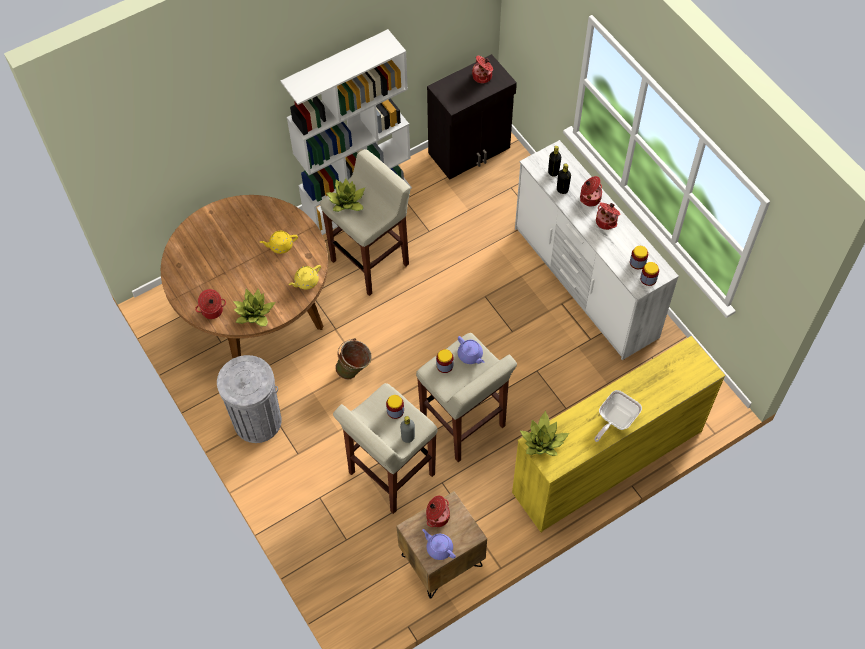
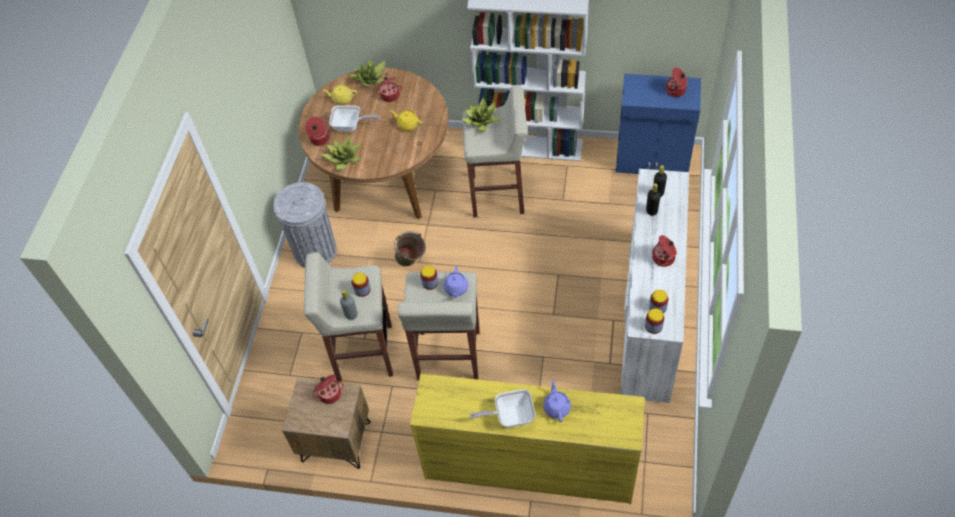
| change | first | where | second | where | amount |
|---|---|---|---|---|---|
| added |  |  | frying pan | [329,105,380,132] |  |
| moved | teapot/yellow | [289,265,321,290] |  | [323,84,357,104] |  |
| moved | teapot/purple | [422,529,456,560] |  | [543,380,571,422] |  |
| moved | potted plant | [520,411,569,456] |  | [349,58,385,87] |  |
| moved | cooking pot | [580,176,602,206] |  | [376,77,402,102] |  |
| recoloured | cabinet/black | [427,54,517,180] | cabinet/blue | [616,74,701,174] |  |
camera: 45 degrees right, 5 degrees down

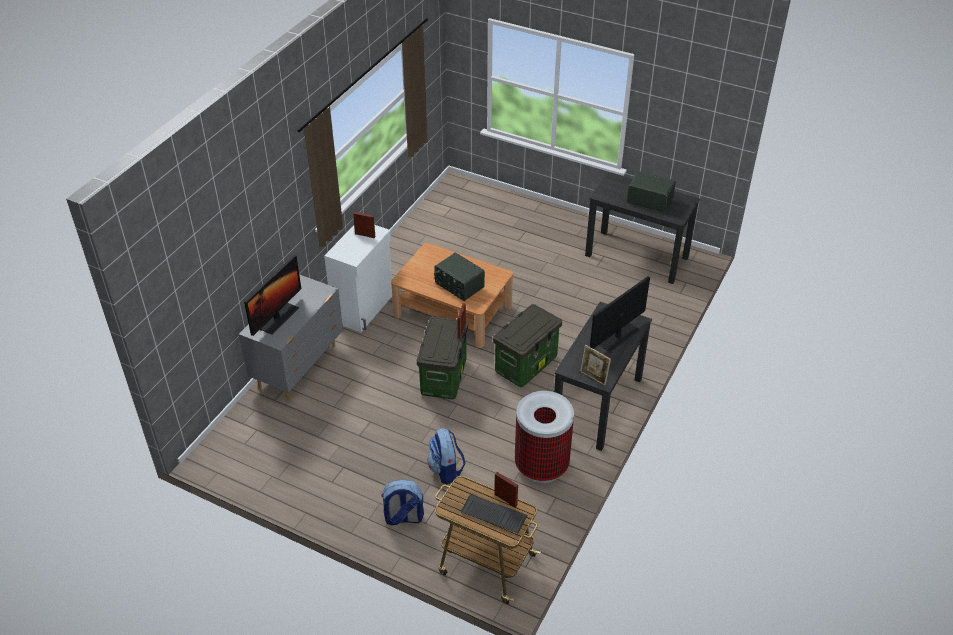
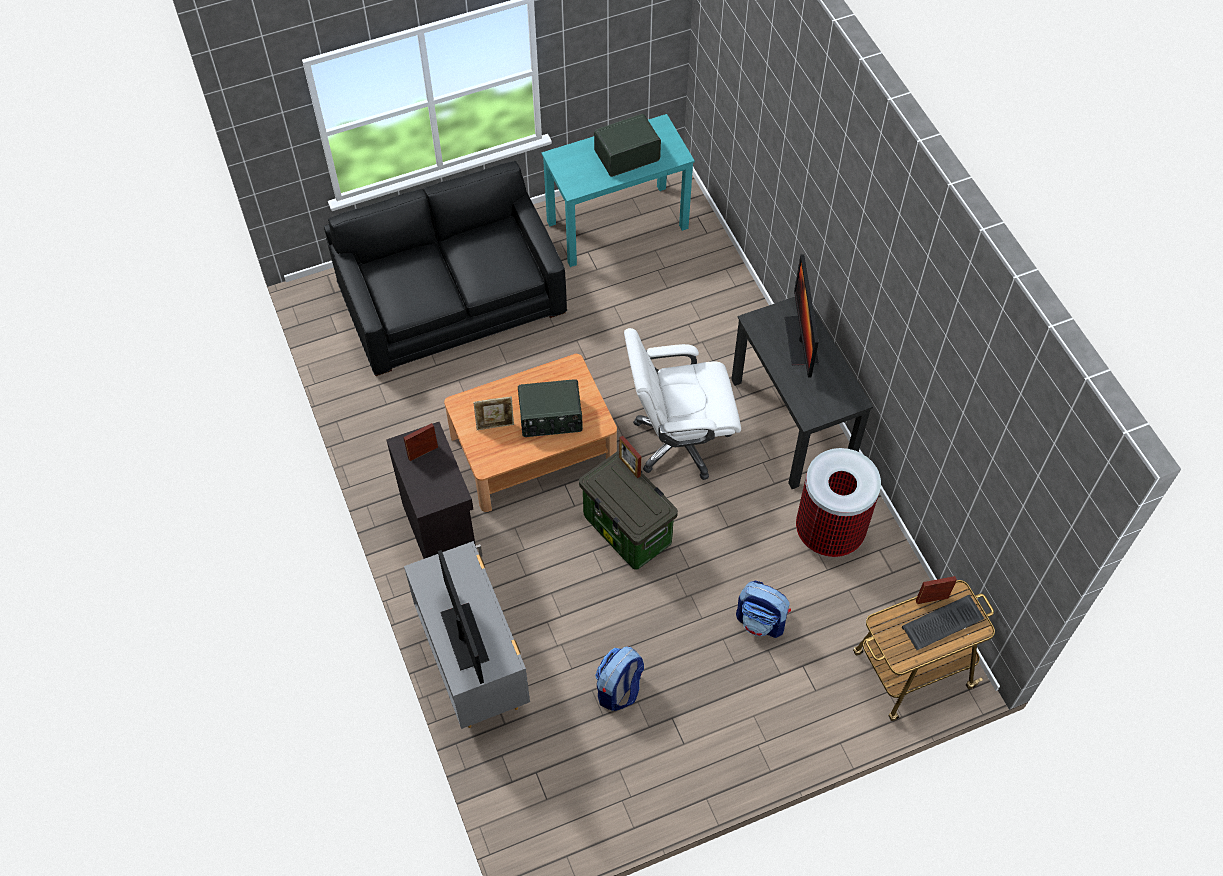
| change | first | where | second | where | amount |
|---|---|---|---|---|---|
| added |  |  | sofa/black | [324,161,567,376] |  |
| moved | backpack | [381,480,424,526] |  | [595,646,644,711] |  |
| moved | picture frame | [580,345,611,385] |  | [473,396,514,430] |  |
| replaced | storage box | [493,304,562,387] | office chair/white | [624,328,741,480] |  |
| recoloured | cabinet/white | [324,225,392,332] | cabinet/black | [386,422,482,559] |  |
| recoloured | desk/black | [585,172,700,284] | desk/turquoise | [542,114,695,267] |  |
camera: 50 degrees left, 15 degrees up

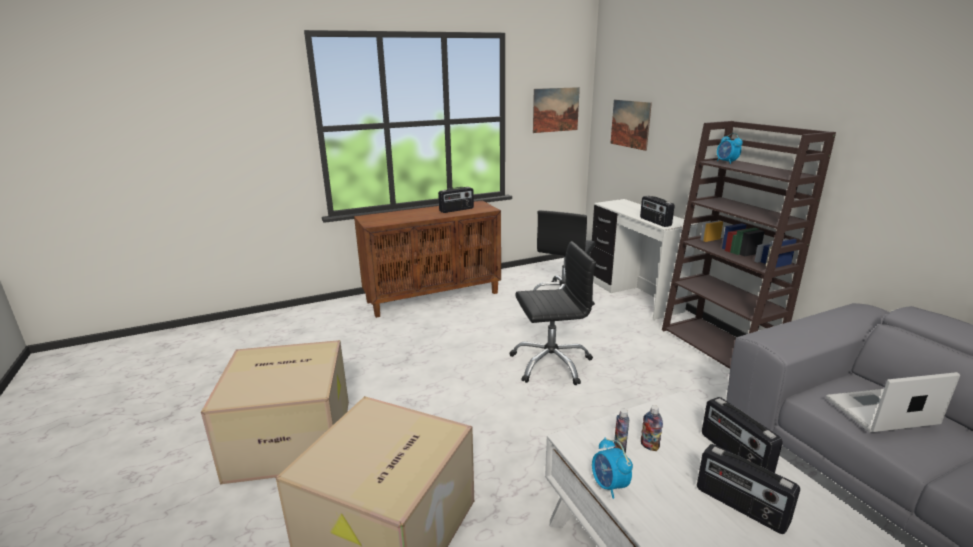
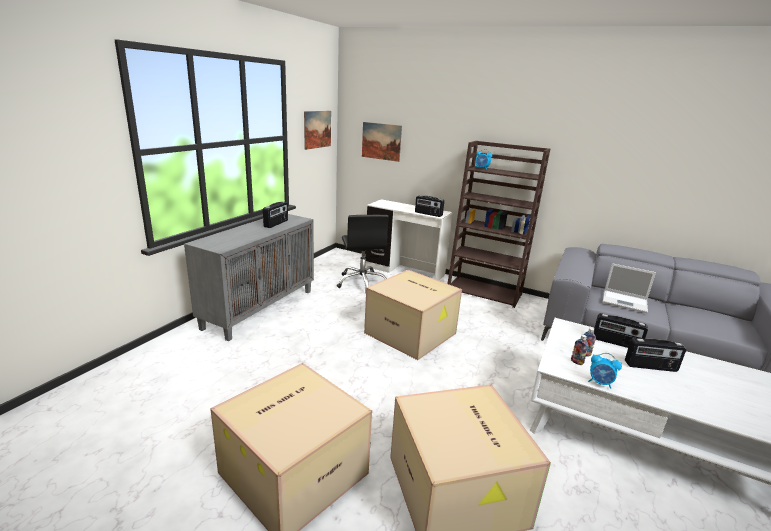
| change | first | where | second | where | amount |
|---|---|---|---|---|---|
| replaced | office chair/black | [509,241,596,385] | cardboard box | [364,270,462,360] |  |
| recoloured | cabinet/brown | [354,201,501,318] | cabinet/grey | [184,214,314,341] |  |
| turned | laptop | [826,372,960,433] |  | [603,263,656,313] | 105 degrees counterclockwise |
camera: 40 degrees left, 0 degrees up

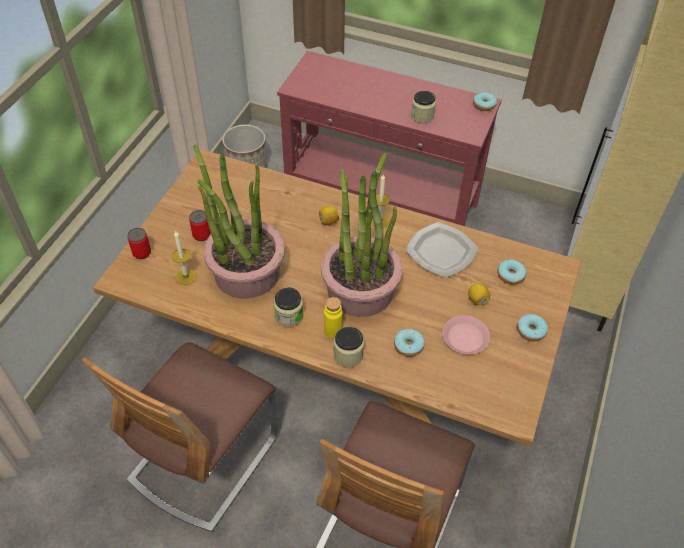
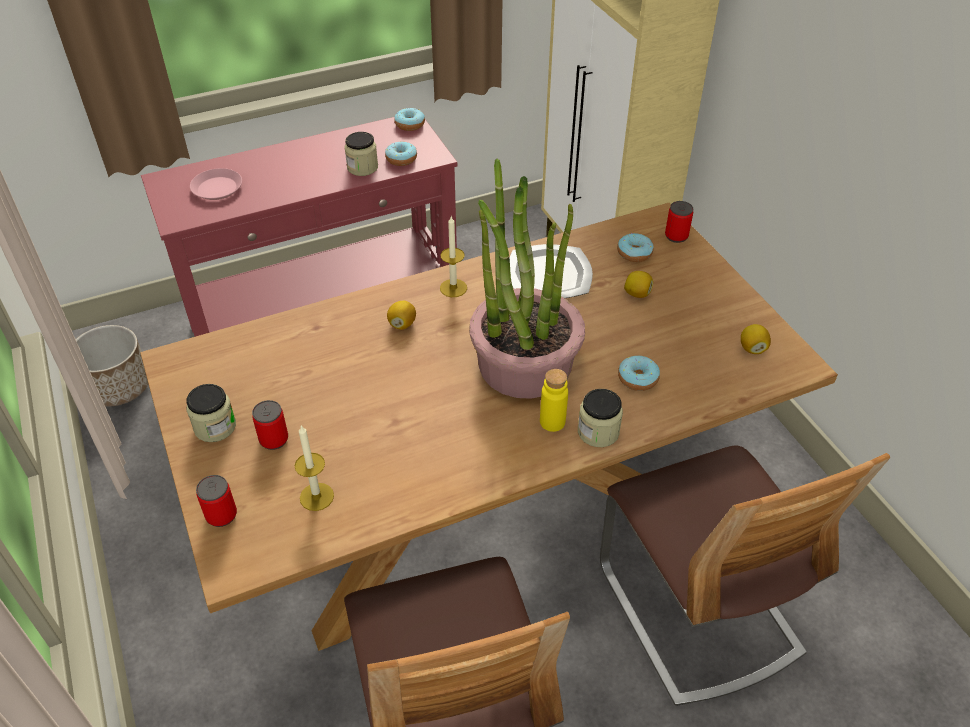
| change | first | where | second | where | amount |
|---|---|---|---|---|---|
| removed | potted plant | [193,145,285,299] |  |  |  |
| added |  |  | can | [665,201,693,243] |  |
| added |  |  | lemon | [741,324,771,354] |  |
| moved | jar | [274,288,303,327] |  | [186,384,236,442] |  |
| moved | plate/pink | [443,315,490,354] |  | [190,168,242,200] |  |
| moved | donut | [517,314,548,341] |  | [385,141,417,166] |  |
camera: 45 degrees left, 5 degrees down

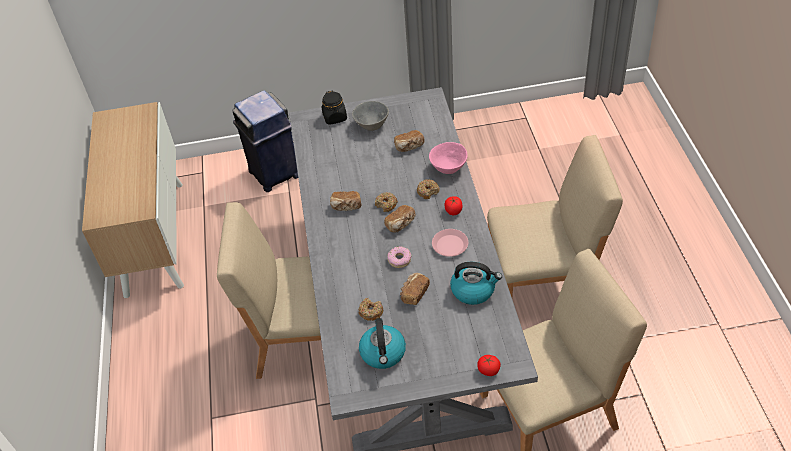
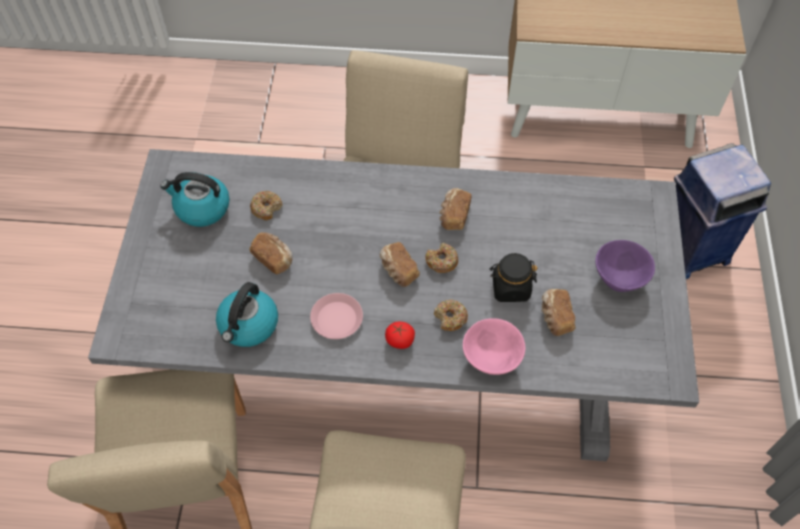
| change | first | where | second | where | amount |
|---|---|---|---|---|---|
| removed | donut | [387,246,411,268] |  |  |  |
| removed | tomato | [477,355,501,376] |  |  |  |
| moved | jar/black | [322,91,347,125] |  | [490,253,537,302] |  |
| recoloured | bowl/grey | [352,101,389,131] | bowl/purple | [595,240,655,292] |  |
camera: 100 degrees right, 10 degrees up

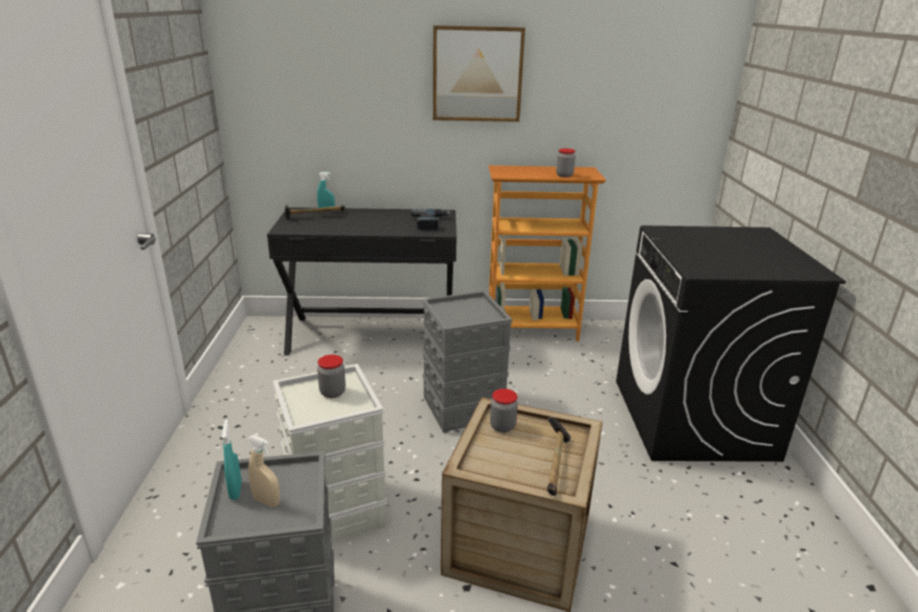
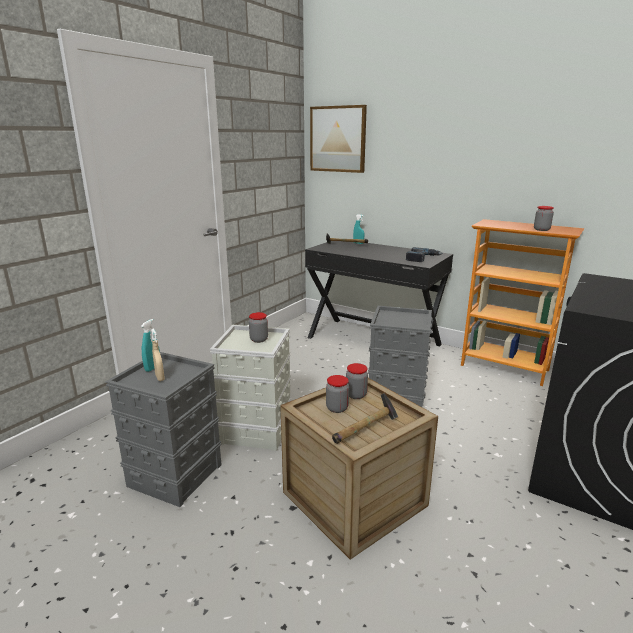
| change | first | where | second | where | amount |
|---|---|---|---|---|---|
| added |  |  | jar | [326,375,349,413] |  |
| moved | picture | [433,25,525,122] |  | [310,105,367,173] |  |
camera: 35 degrees right, 5 degrees down

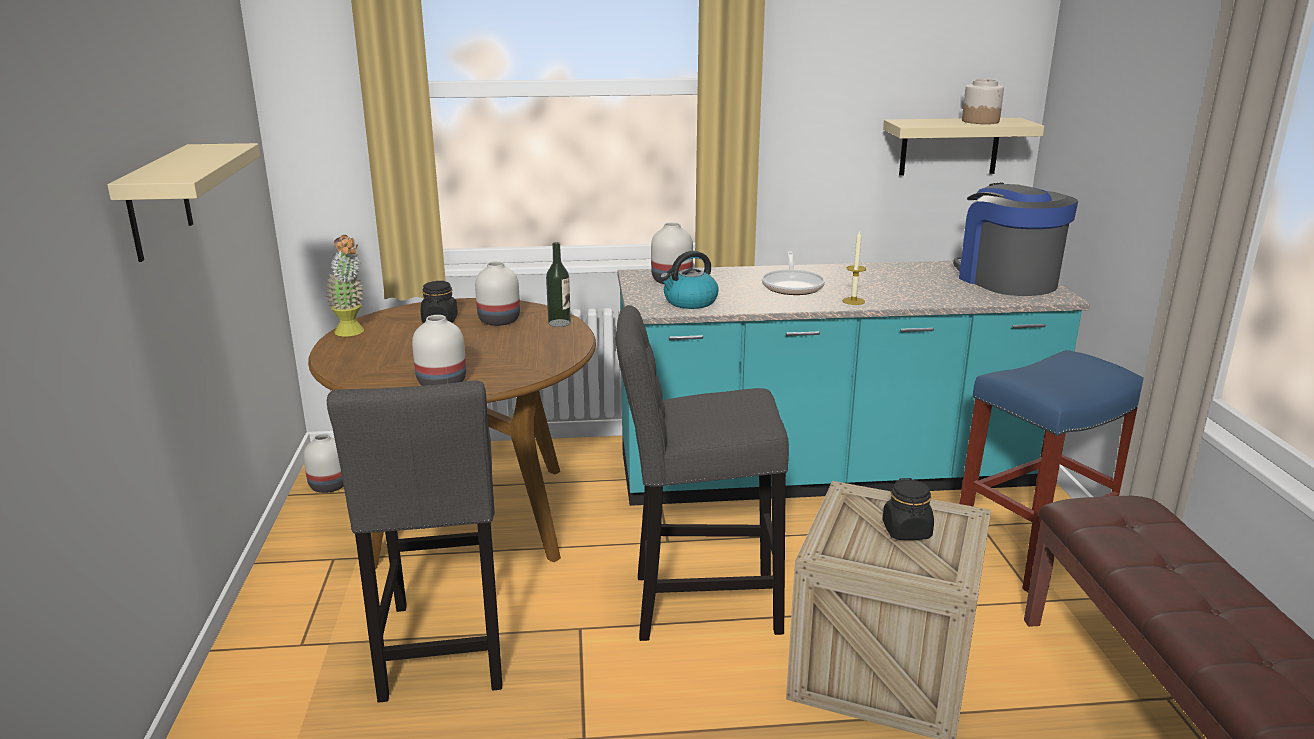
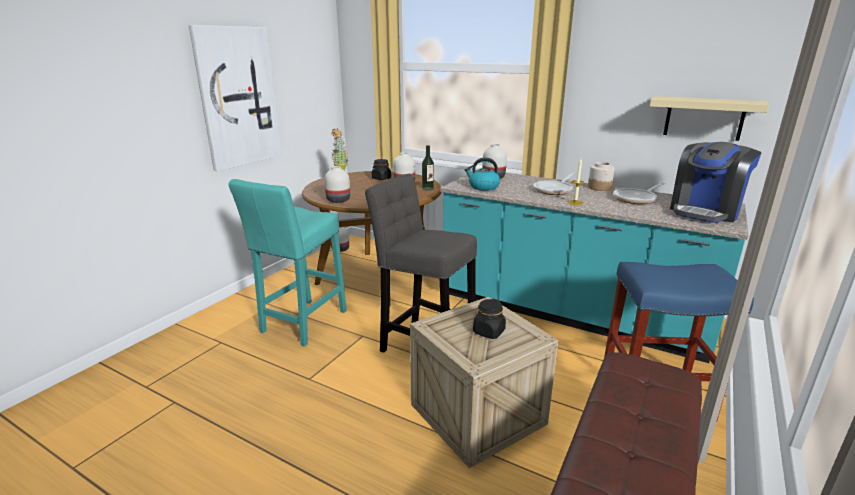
| change | first | where | second | where | amount |
|---|---|---|---|---|---|
| added |  |  | frying pan | [613,182,666,204] |  |
| moved | jar | [962,79,1004,124] |  | [588,162,615,191] |  |
| replaced | shelf/beige | [107,143,260,262] | picture | [189,25,282,172] |  |
| recoloured | stool/grey | [327,380,502,703] | stool/turquoise | [228,179,347,346] |  |
| turned | coffee machine | [953,183,1078,296] |  | [670,142,761,223] | 150 degrees counterclockwise |
camera: 35 degrees right, 0 degrees up

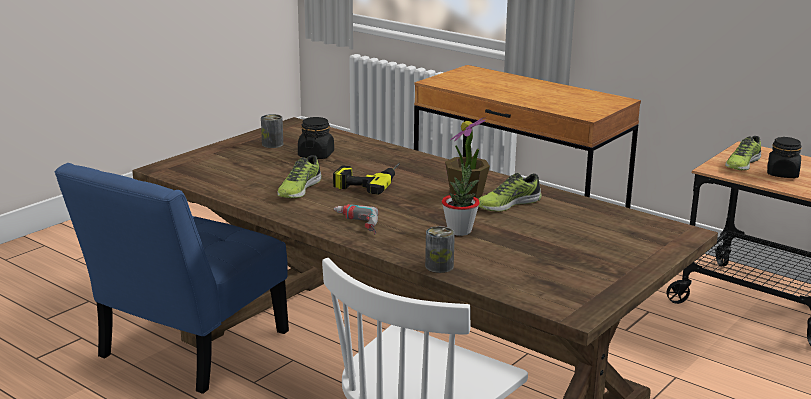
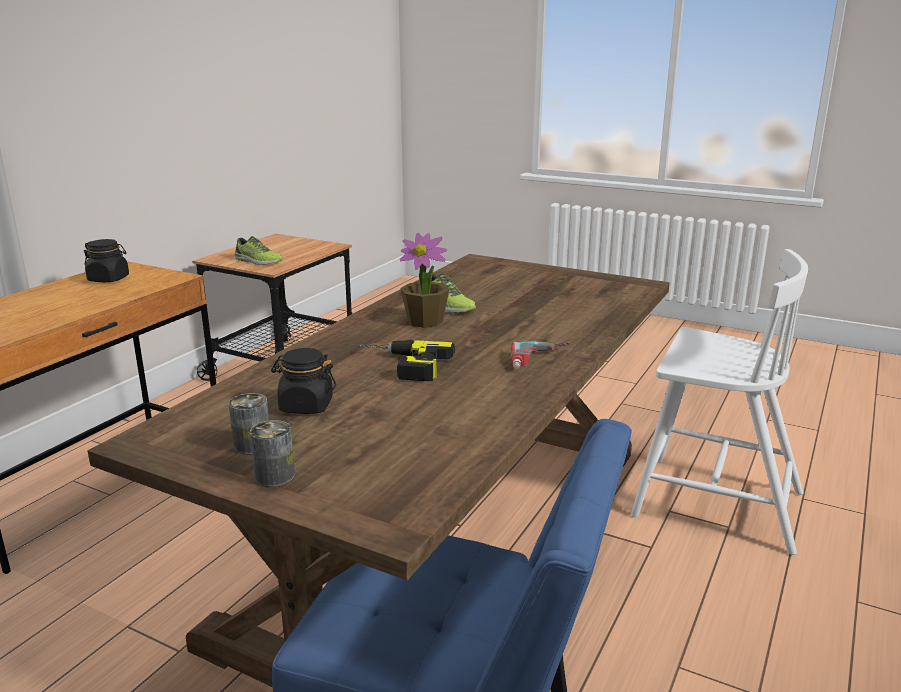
| change | first | where | second | where | amount |
|---|---|---|---|---|---|
| removed | shoe | [277,155,322,198] |  |  |  |
| removed | potted plant | [442,163,480,236] |  |  |  |
| moved | can | [425,226,455,273] |  | [250,420,295,487] |  |
| moved | jar/black | [767,137,802,178] |  | [84,239,129,282] |  |
camera: 100 degrees left, 0 degrees up

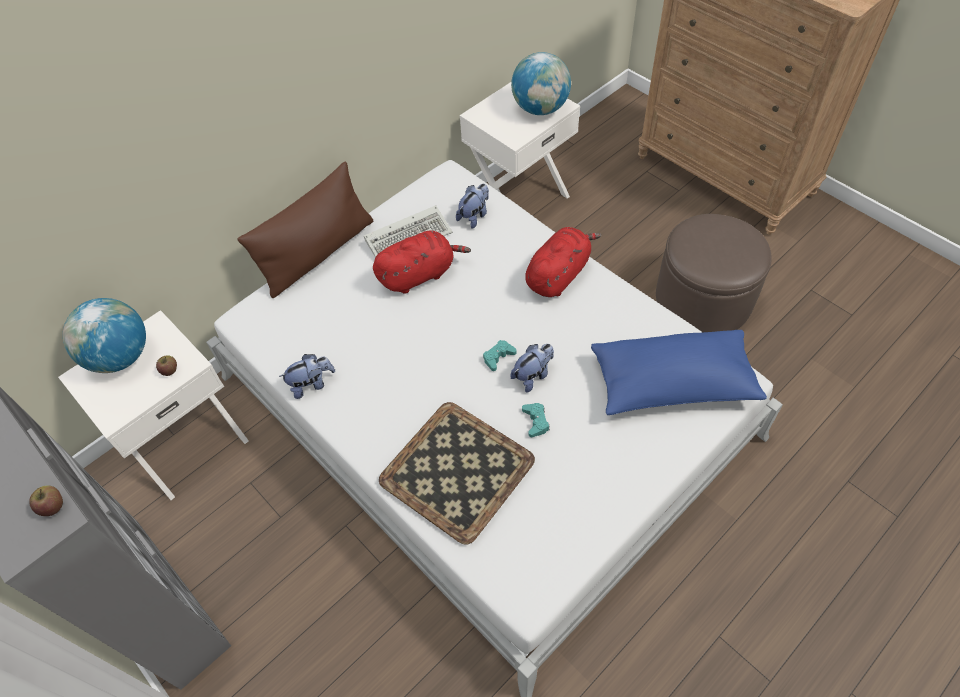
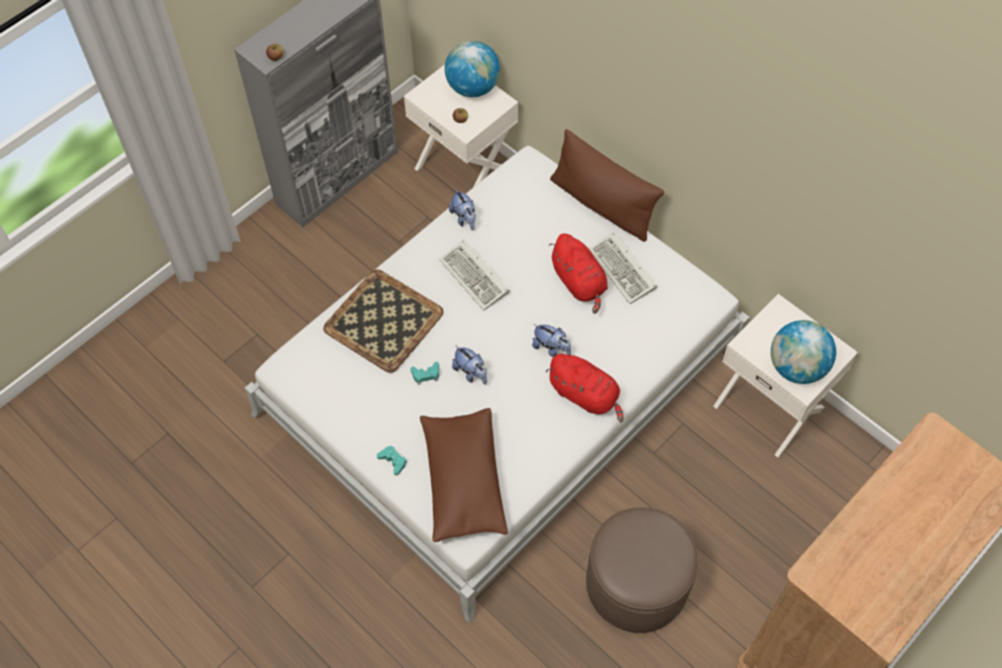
| change | first | where | second | where | amount |
|---|---|---|---|---|---|
| added |  |  | keyboard | [439,240,510,311] |  |
| moved | plush toy | [456,184,489,229] |  | [532,324,571,357] |  |
| moved | game controller/turquoise | [483,340,516,371] |  | [377,446,407,475] |  |
| recoloured | pillow/blue | [591,330,767,415] | pillow/brown | [420,408,508,542] |  |
camera: 85 degrees right, 5 degrees up

